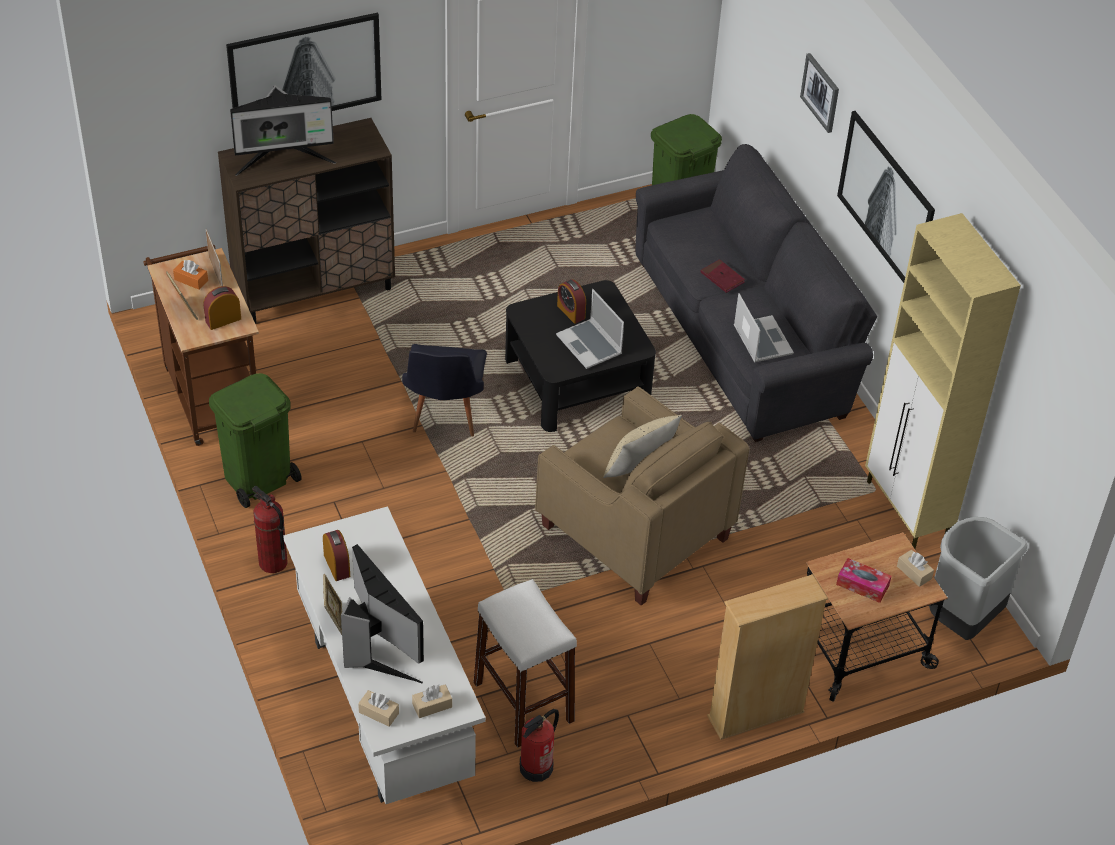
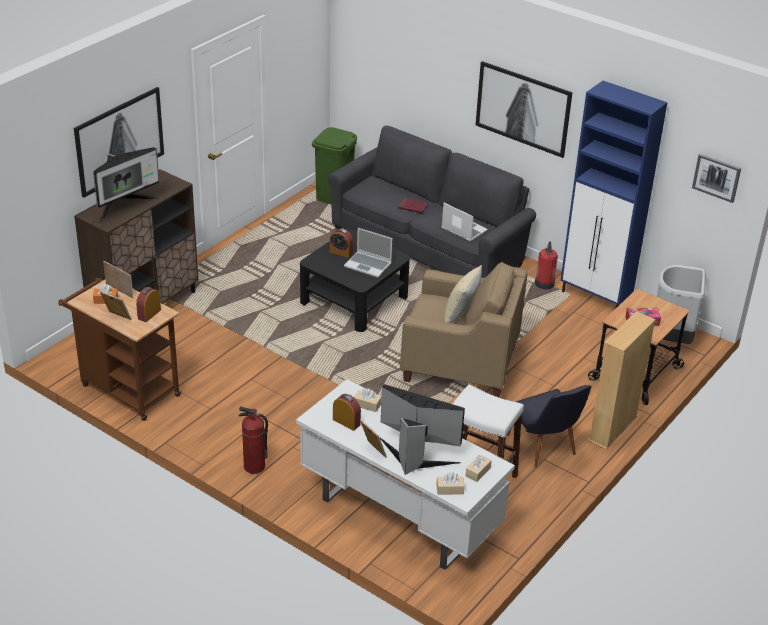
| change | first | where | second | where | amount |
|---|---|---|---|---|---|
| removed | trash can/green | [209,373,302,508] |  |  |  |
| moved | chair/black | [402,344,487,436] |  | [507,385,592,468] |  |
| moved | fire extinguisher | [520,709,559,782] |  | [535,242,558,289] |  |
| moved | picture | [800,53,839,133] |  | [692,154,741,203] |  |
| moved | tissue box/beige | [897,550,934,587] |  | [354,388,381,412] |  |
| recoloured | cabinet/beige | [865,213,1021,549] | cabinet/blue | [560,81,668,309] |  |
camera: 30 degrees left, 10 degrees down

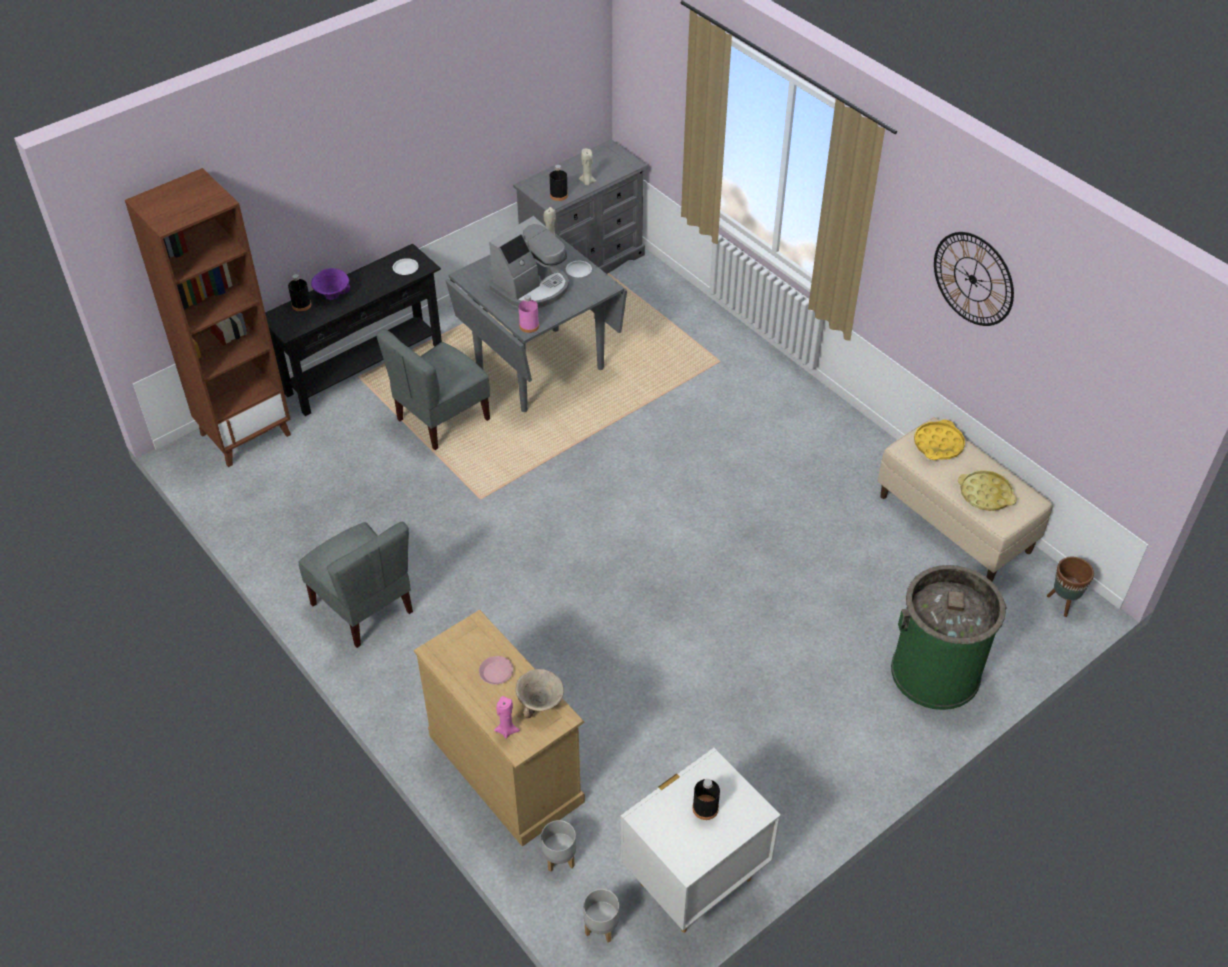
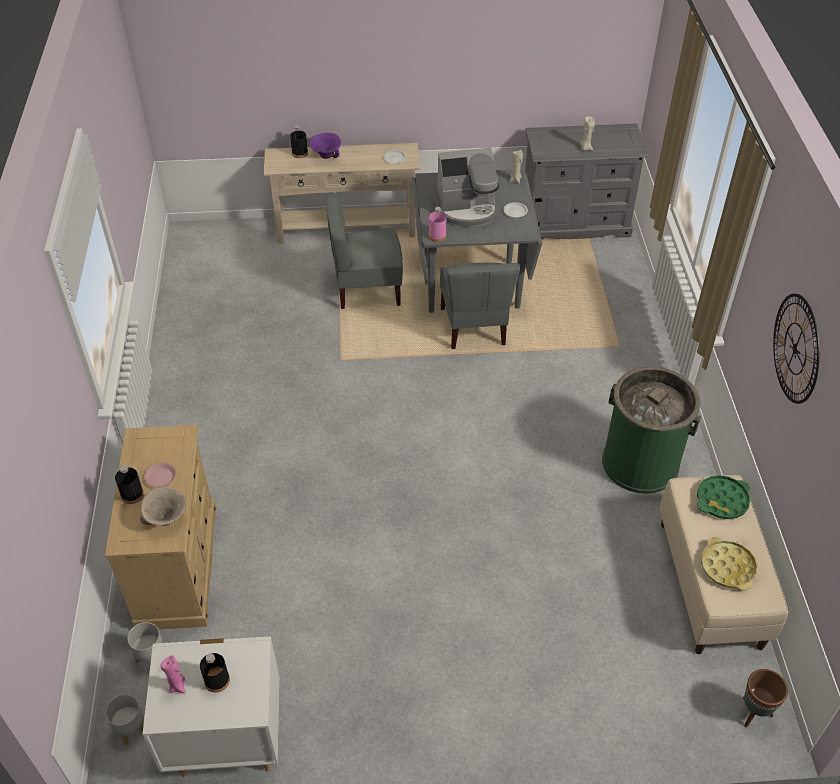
| change | first | where | second | where | amount |
|---|---|---|---|---|---|
| removed | bookcase/brown | [125,168,291,467] |  |  |  |
| moved | chair/grey | [298,522,413,648] |  | [440,263,520,349] |  |
| moved | candle/pink | [494,696,520,739] |  | [160,655,186,694] |  |
| moved | bottle/black | [550,165,568,201] |  | [115,465,144,504] |  |
| moved | trash can/green | [891,565,1007,710] |  | [602,366,701,494] |  |
| recoloured | console table/black | [265,244,442,416] | console table/beige | [264,143,420,244] |  |
| recoloured | tray/yellow | [914,420,965,460] | tray/green | [697,475,750,519] |  |
camera: 35 degrees right, 0 degrees up

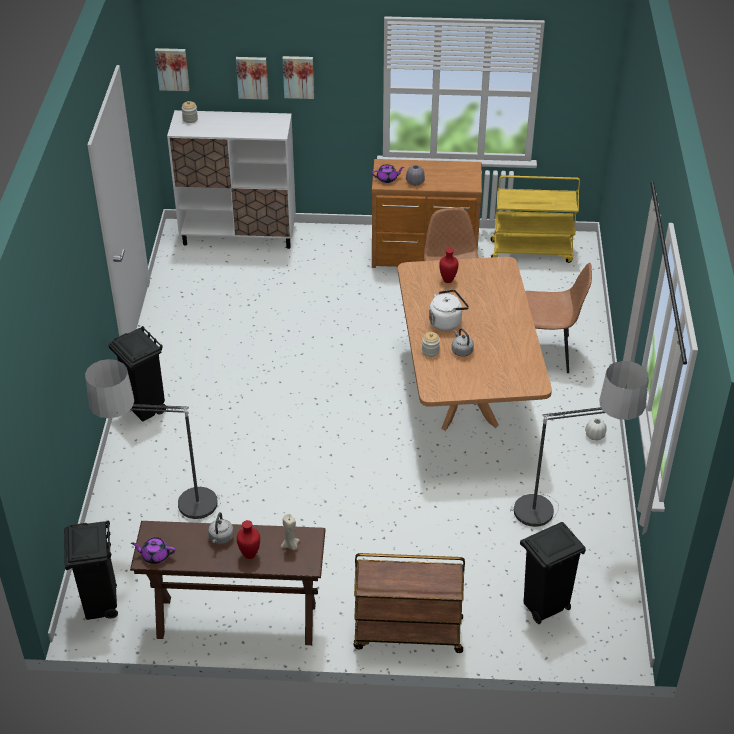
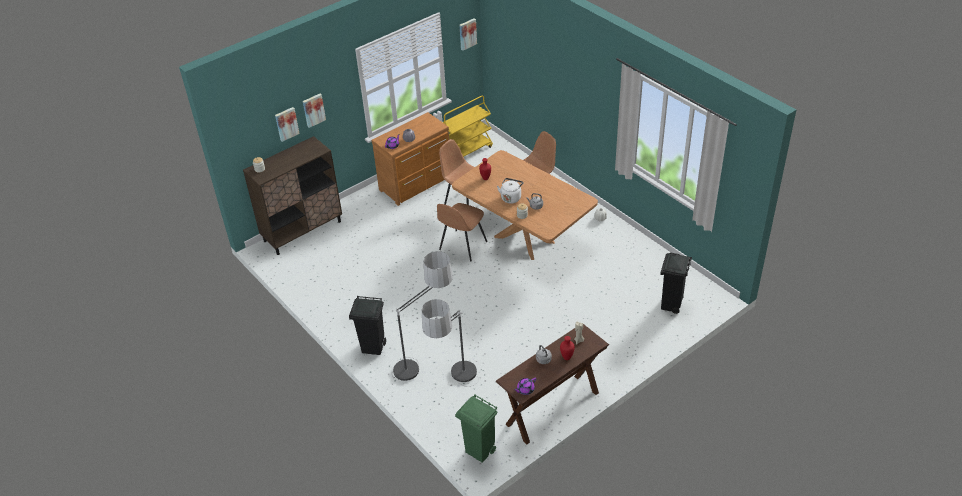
| change | first | where | second | where | amount |
|---|---|---|---|---|---|
| removed | cart/brown | [353,553,465,653] |  |  |  |
| added |  |  | chair/brown | [437,203,488,261] |  |
| moved | picture | [155,48,189,91] |  | [459,18,477,51] |  |
| moved | floor lamp | [510,361,649,527] |  | [391,251,453,381] |  |
| recoloured | trash can/black | [64,521,118,620] | trash can/green | [455,394,498,463] |  |
| recoloured | cabinet/white | [167,110,296,249] | cabinet/brown | [243,136,342,255] |  |
camera: 40 degrees left, 0 degrees up

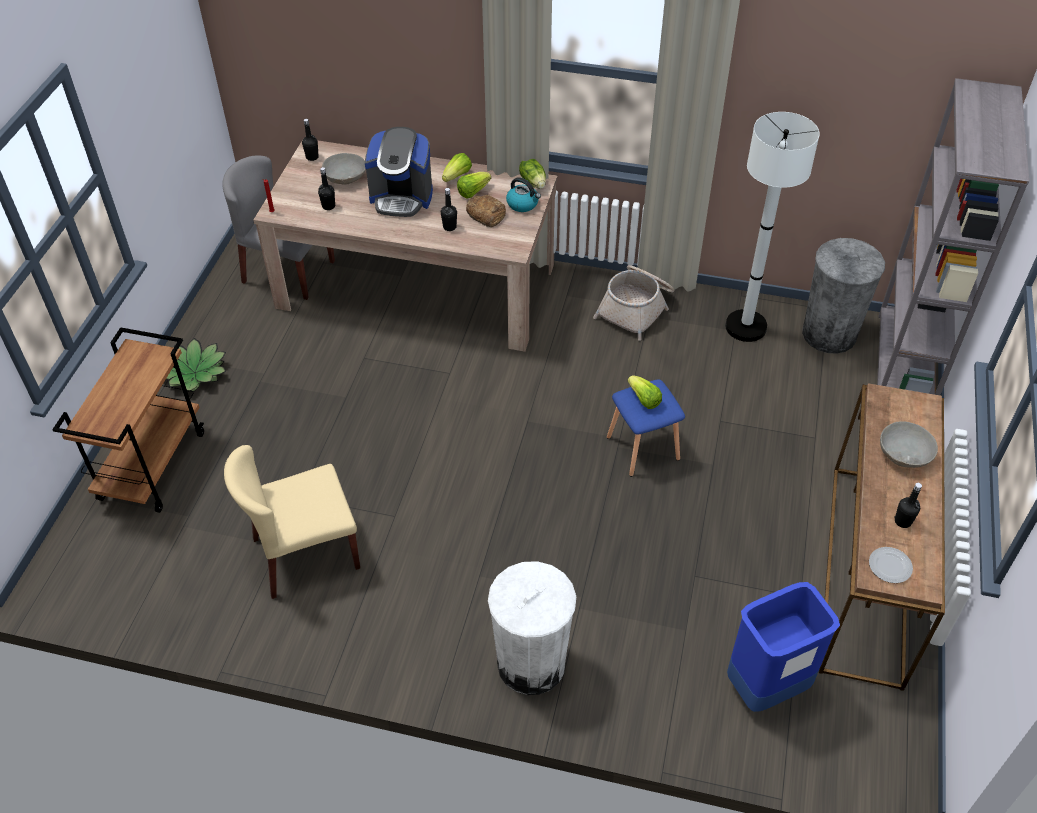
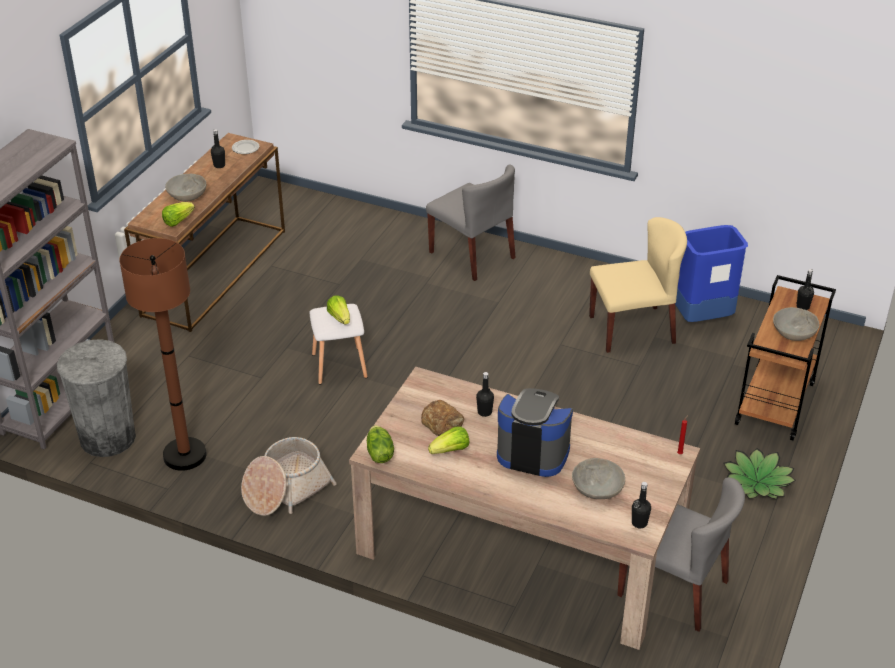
| change | first | where | second | where | amount |
|---|---|---|---|---|---|
| removed | kettle | [506,177,541,212] |  |  |  |
| added |  |  | bowl/grey | [773,307,820,341] |  |
| moved | bottle/black | [318,167,335,210] |  | [796,269,814,310] |  |
| moved | lettuce | [442,153,472,182] |  | [162,202,195,227] |  |
| moved | trash can/blue | [727,582,840,712] |  | [675,225,748,322] |  |
| replaced | trash can/white | [488,561,576,695] | chair/grey | [426,165,515,281] |  |
| recoloured | stool/blue | [607,379,685,477] | stool/white | [309,304,368,385] |  |
| recoloured | floor lamp/white | [725,112,820,342] | floor lamp/brown | [119,238,207,471] |  |
camera: 170 degrees left, 10 degrees down

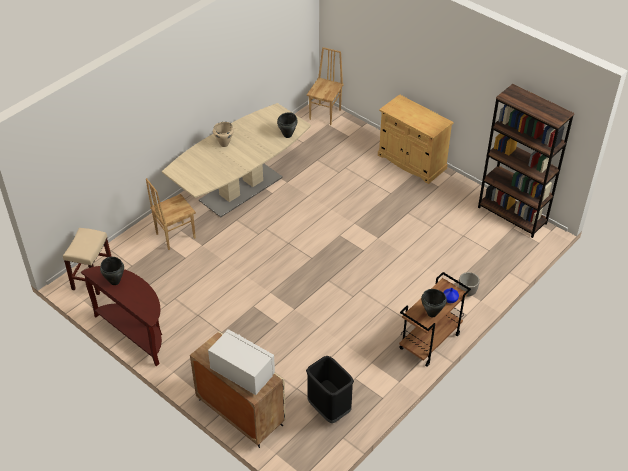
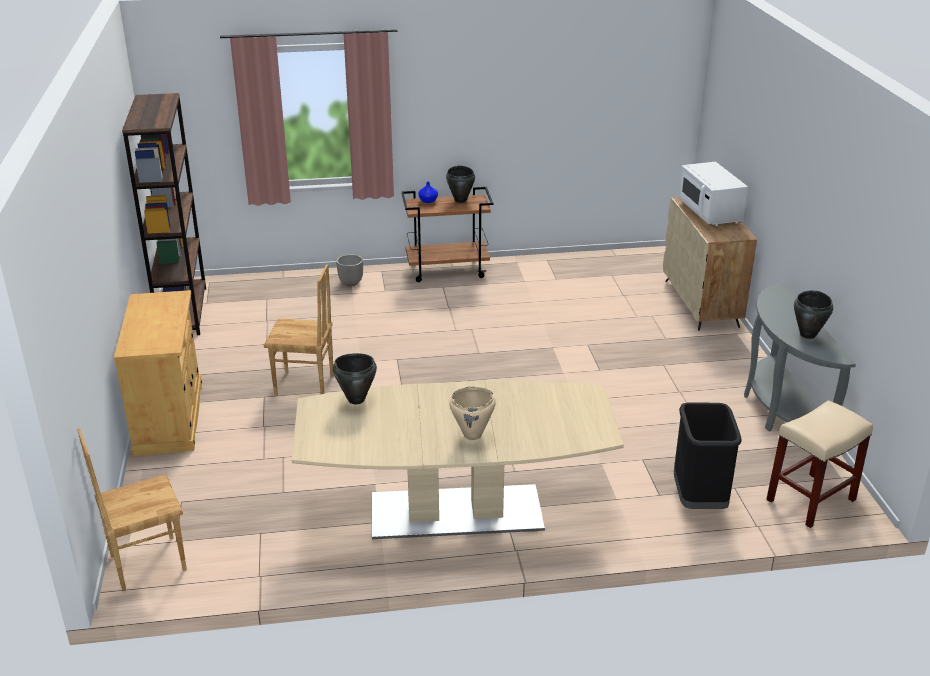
| change | first | where | second | where | amount |
|---|---|---|---|---|---|
| moved | chair/brown | [146,178,196,250] |  | [264,264,334,396] |  |
| moved | trash can/black | [306,356,354,423] |  | [674,402,742,509] |  |
| recoloured | console table/brown | [81,266,162,366] | console table/grey | [744,283,856,432] |  |
camera: 140 degrees left, 15 degrees down

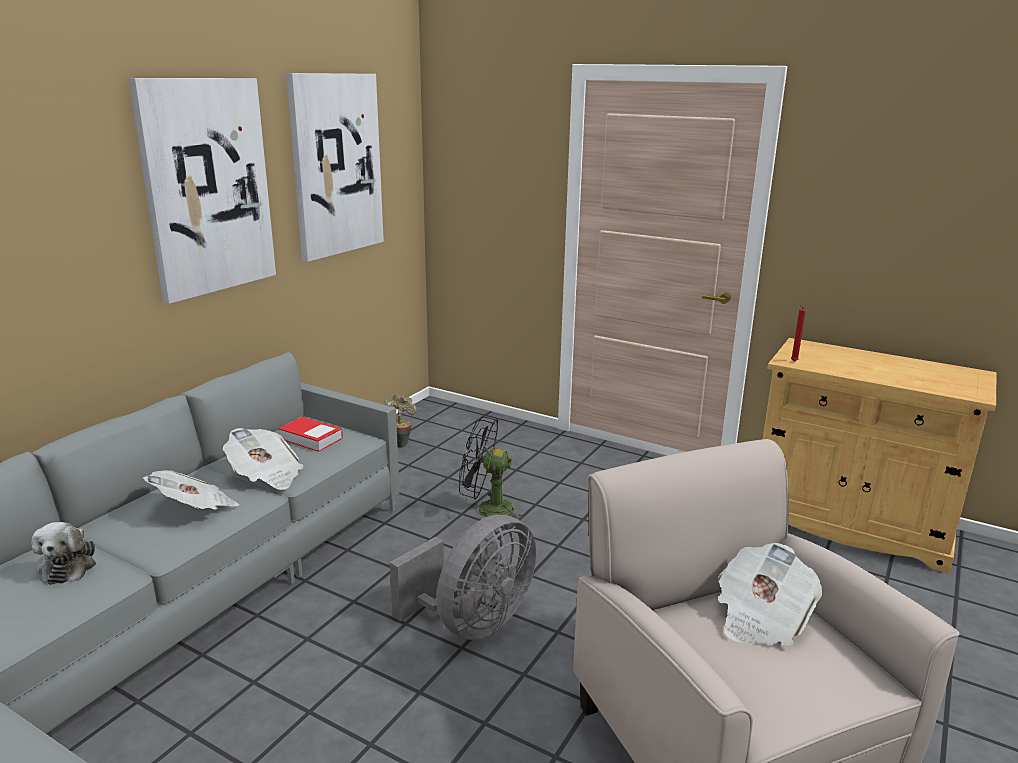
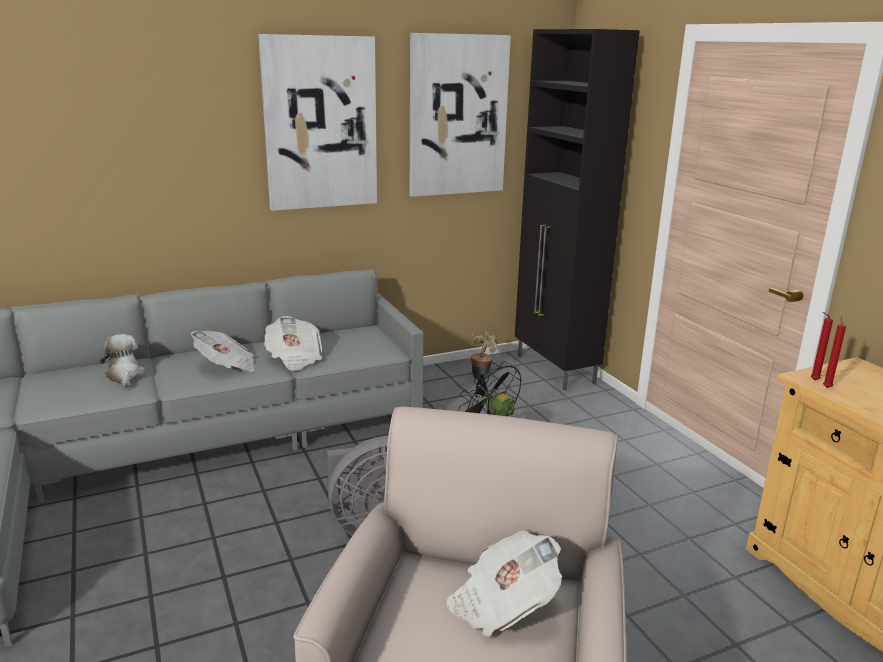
| change | first | where | second | where | amount |
|---|---|---|---|---|---|
| removed | book | [278,417,343,452] |  |  |  |
| added |  |  | cabinet/black | [515,29,640,390] |  |
| added |  |  | candle/red | [823,316,846,388] |  |
| turned | plush toy | [31,522,96,585] |  | [99,334,145,388] | 135 degrees clockwise |
camera: 35 degrees right, 0 degrees up

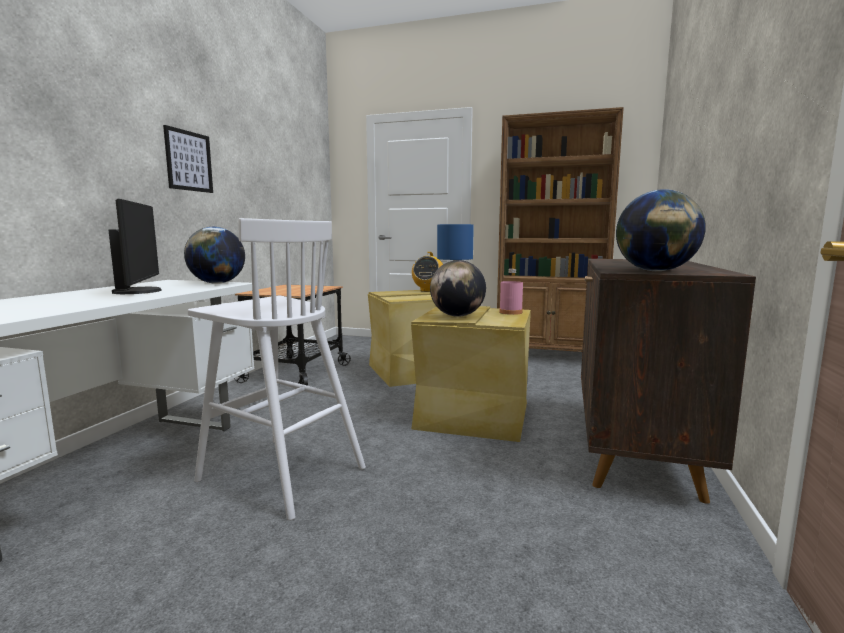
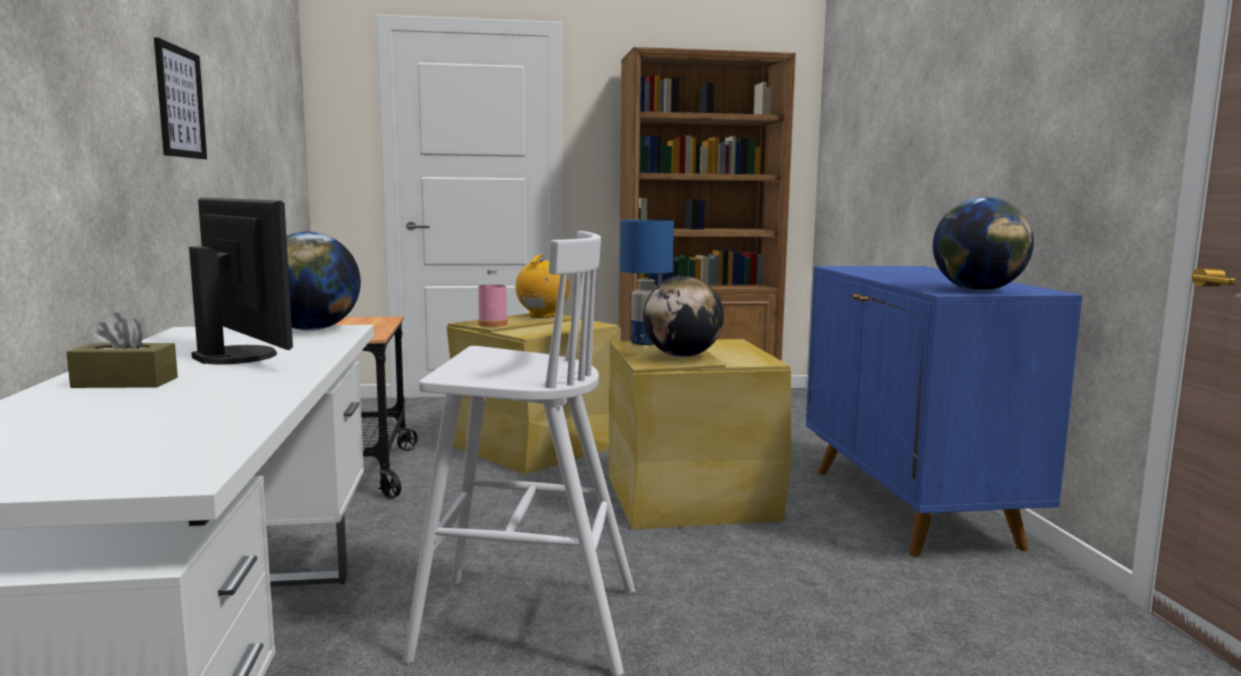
| change | first | where | second | where | amount |
|---|---|---|---|---|---|
| added |  |  | tissue box/brown | [66,313,178,388] |  |
| moved | bottle/pink | [499,269,523,315] |  | [478,269,507,327] |  |
| recoloured | cabinet/brown | [581,259,756,504] | cabinet/blue | [806,266,1082,557] |  |
| turned | radio | [412,252,443,292] |  | [516,255,569,318] | 150 degrees counterclockwise |
camera: 25 degrees left, 0 degrees up

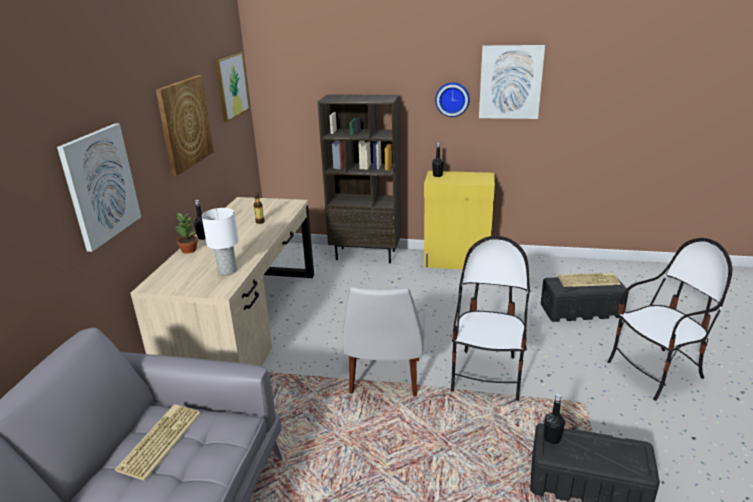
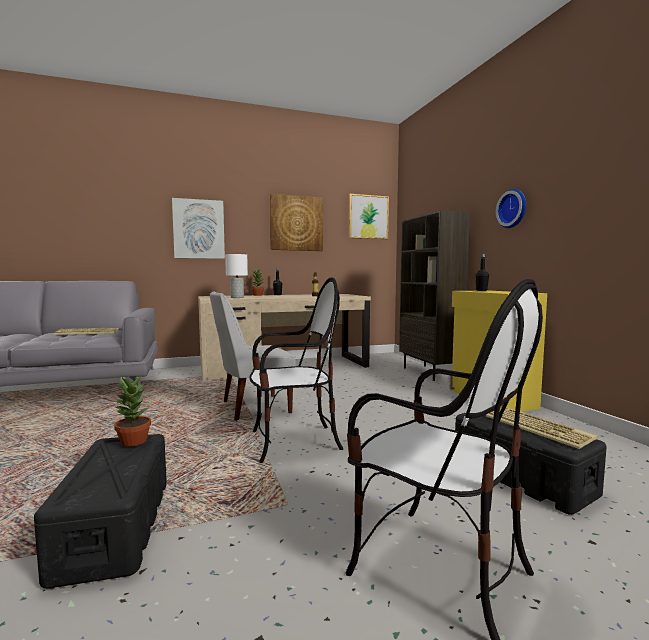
| change | first | where | second | where | amount |
|---|---|---|---|---|---|
| removed | picture | [479,45,545,119] |  |  |  |
| replaced | bottle/black | [544,393,565,444] | potted plant | [113,375,151,447] |  |
camera: 60 degrees right, 20 degrees down

